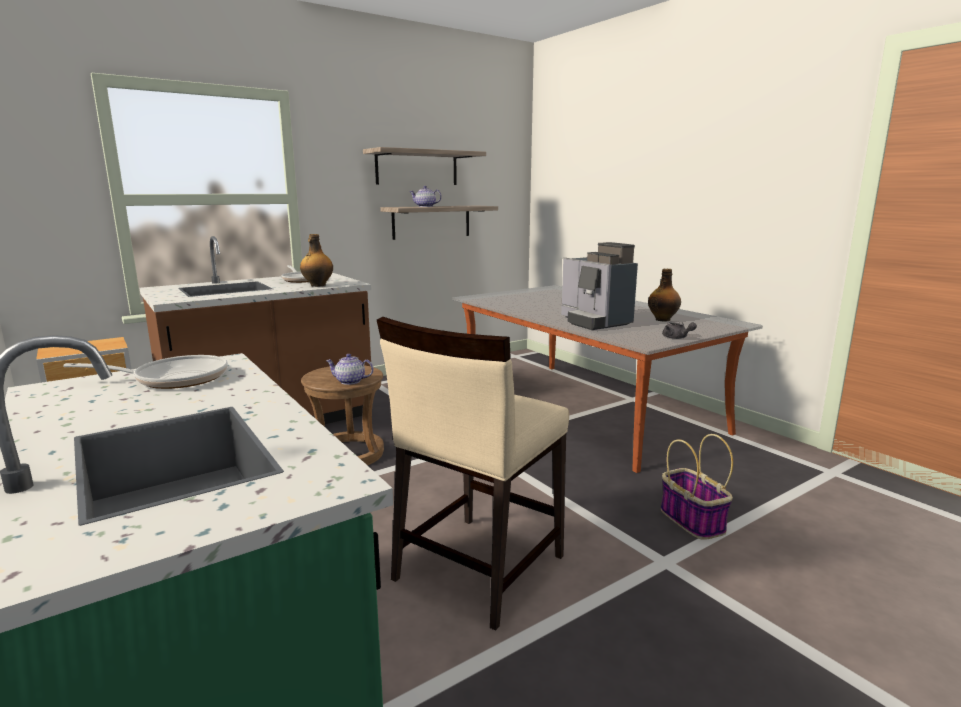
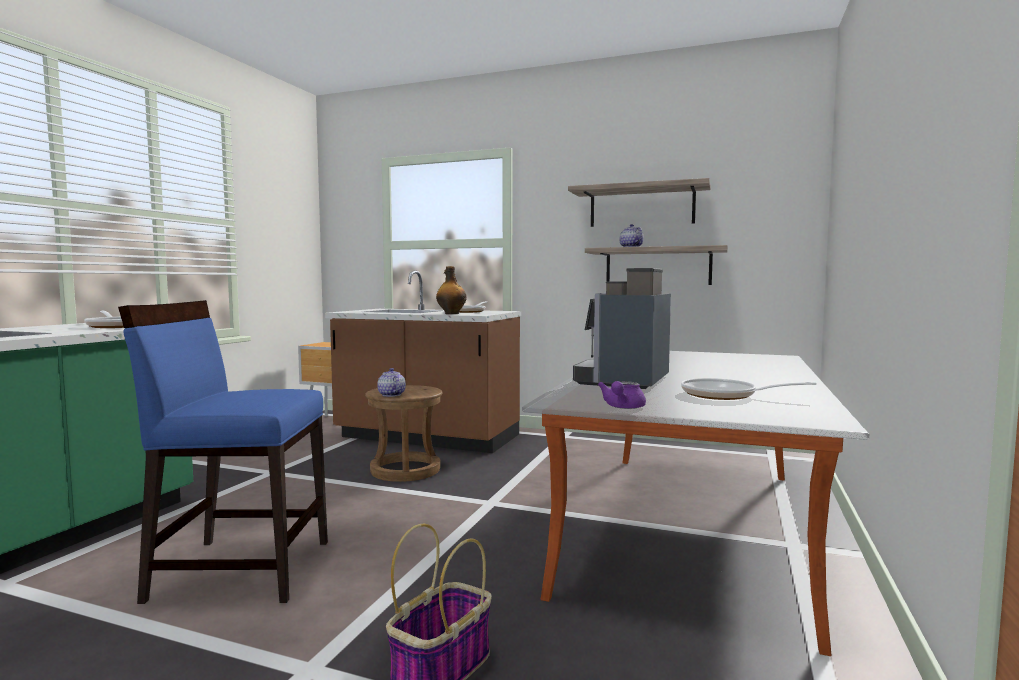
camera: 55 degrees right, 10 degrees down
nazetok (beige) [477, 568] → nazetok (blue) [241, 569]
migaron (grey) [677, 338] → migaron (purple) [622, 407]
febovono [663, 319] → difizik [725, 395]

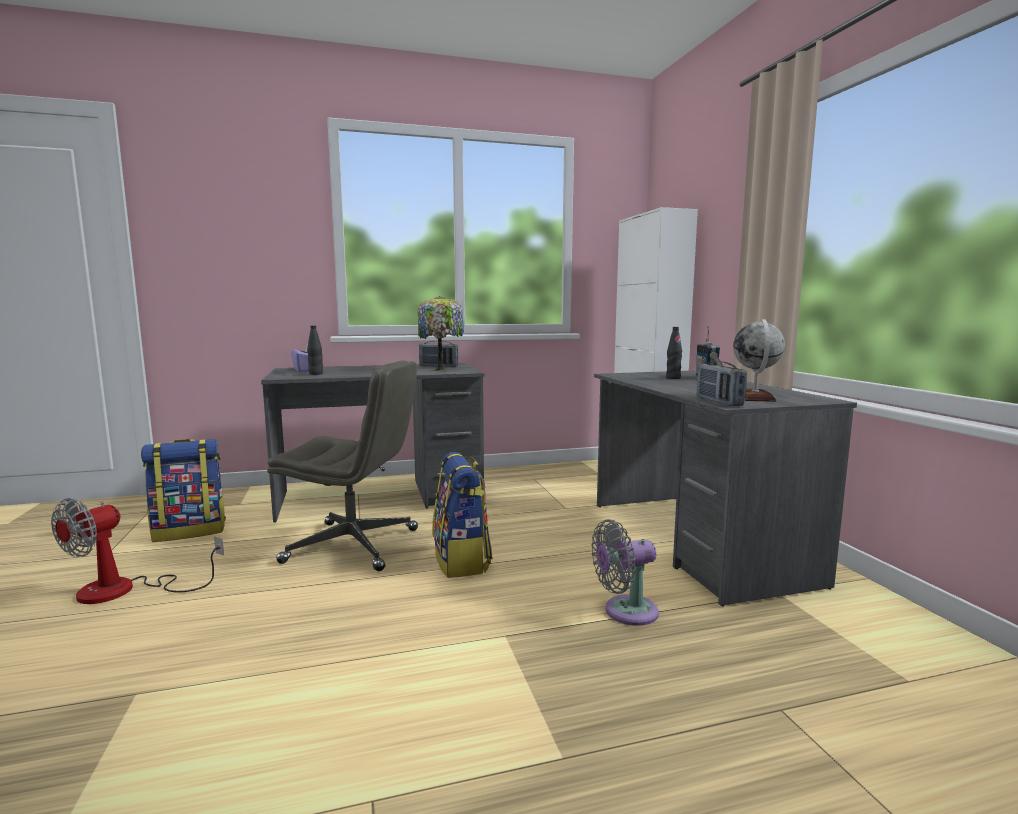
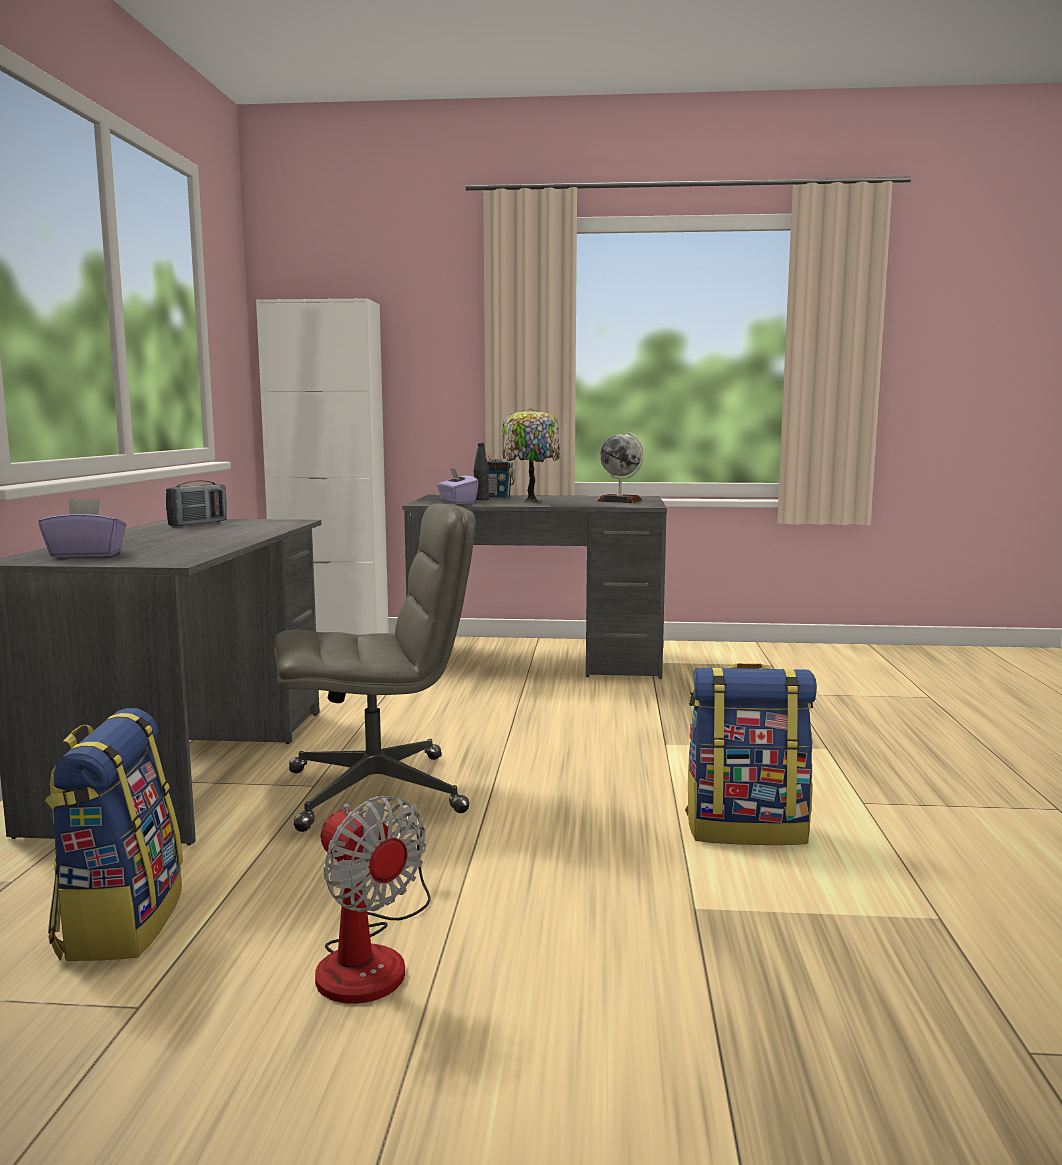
camera: 70 degrees left, 0 degrees up
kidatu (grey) [354, 545] → kidatu (grey) [377, 791], 45 degrees clockwise
- → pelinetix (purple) [457, 502]
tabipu [442, 370] → tabipu [531, 502], shifted
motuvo [462, 561] → motuvo [746, 829], shifted
febovono (black) [316, 374] → -
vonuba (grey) [625, 612] → -
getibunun [719, 402] → -

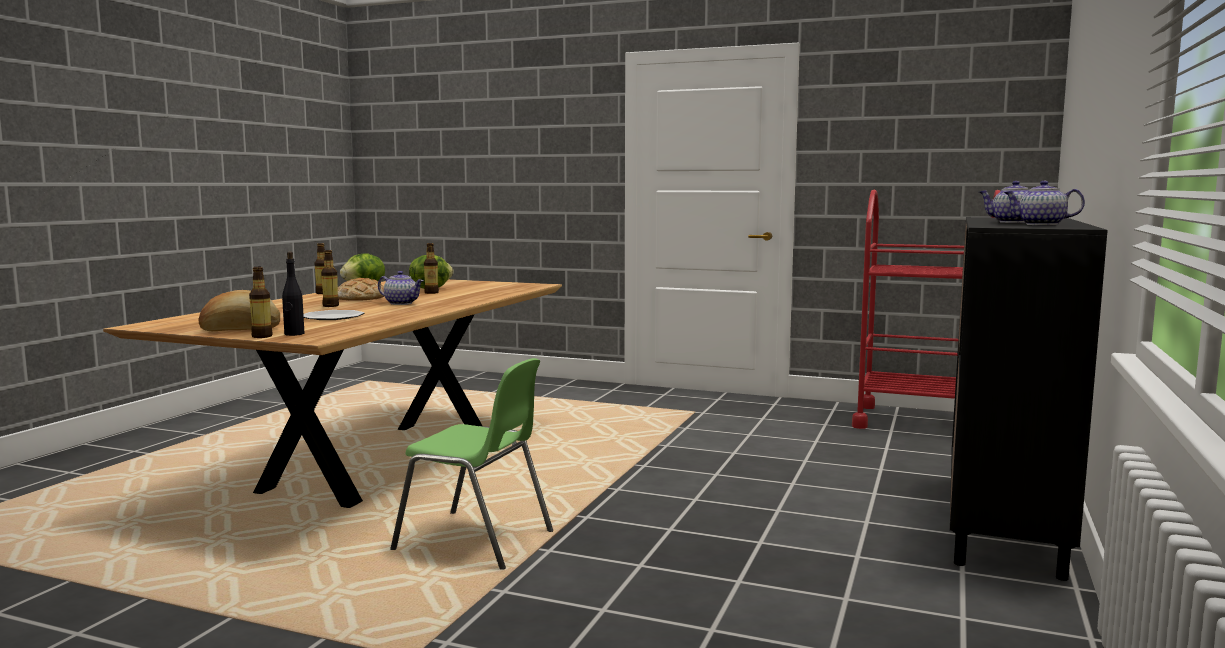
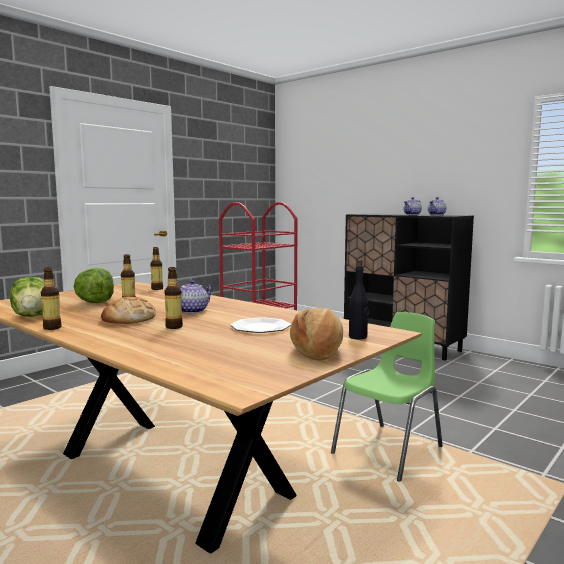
camera: 70 degrees left, 0 degrees up
febovono [262, 336] → febovono [157, 289], shifted

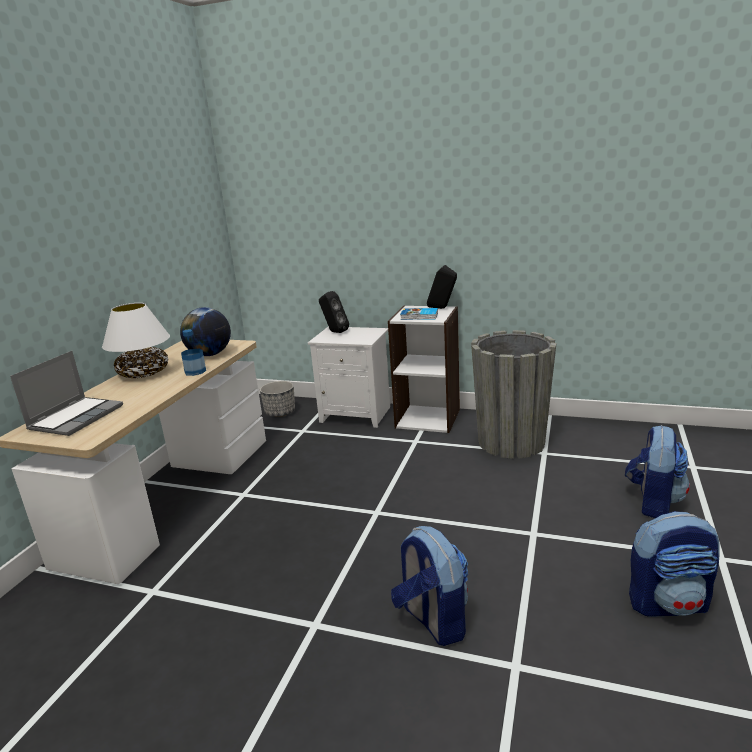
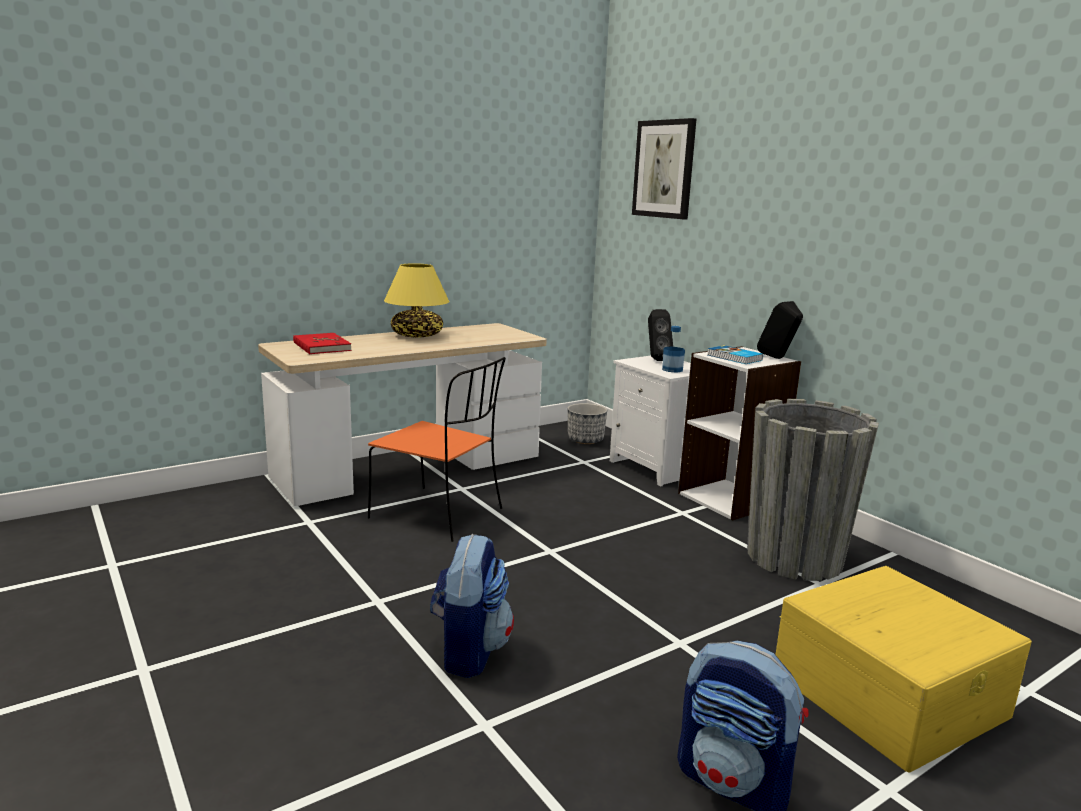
camera: 35 degrees right, 5 degrees down
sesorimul [76, 417] → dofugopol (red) [321, 346]
- → nazetok (orange) [439, 514]
tabipu (white) [144, 373] → tabipu (yellow) [417, 335]
- → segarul [664, 169]
febovono [195, 371] → febovono [672, 369], shifted
motuvo [653, 502] → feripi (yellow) [889, 693]
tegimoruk [209, 355] → -

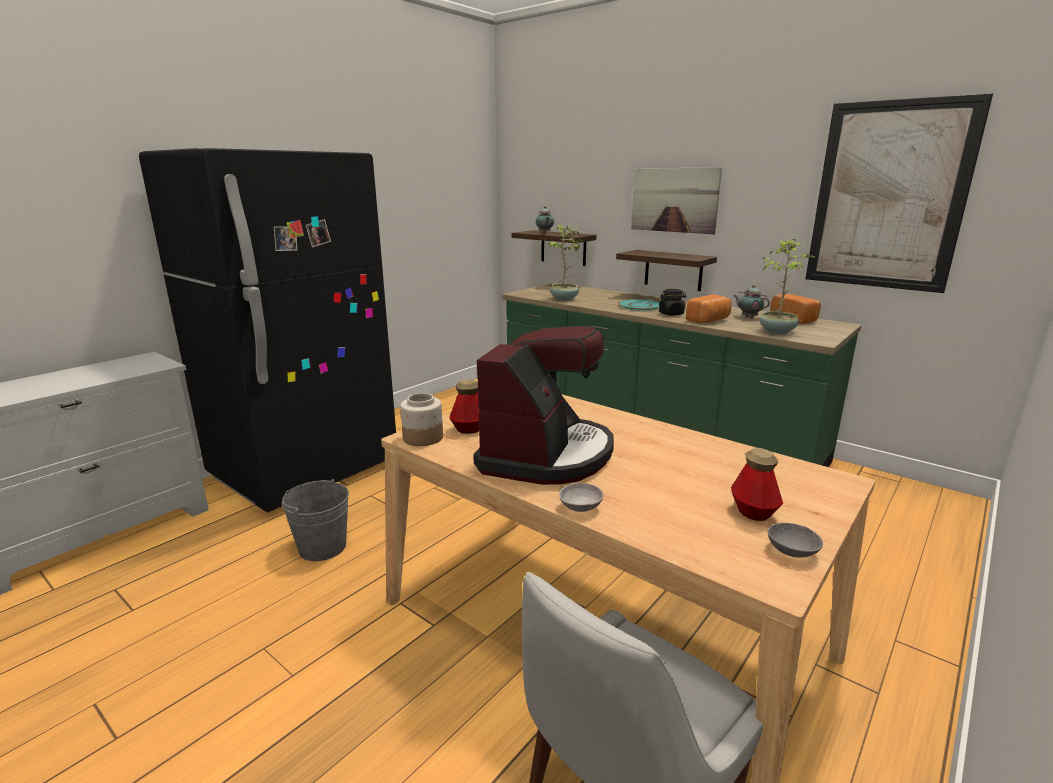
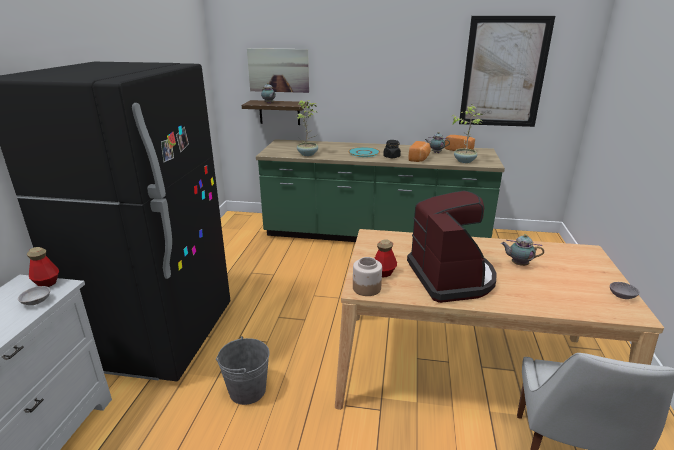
camera: 30 degrees left, 5 degrees up
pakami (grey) [580, 507] → pakami (grey) [37, 302], shifted
febovono [753, 512] → febovono [47, 283], shifted
segarul [674, 200] → segarul [278, 70], shifted
- → migaron [518, 264]
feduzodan [673, 270] → -

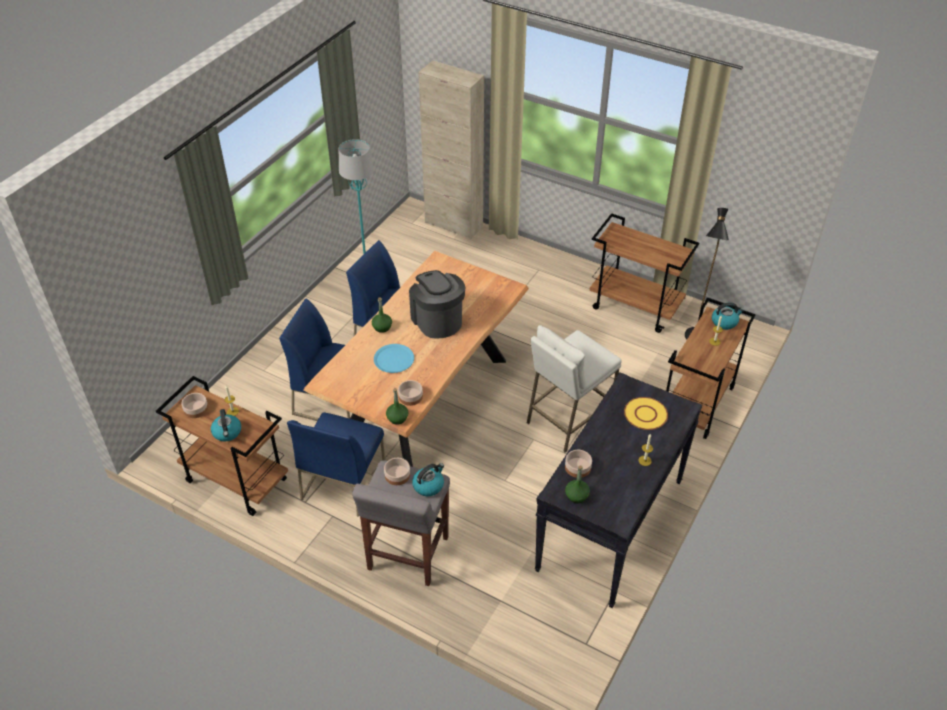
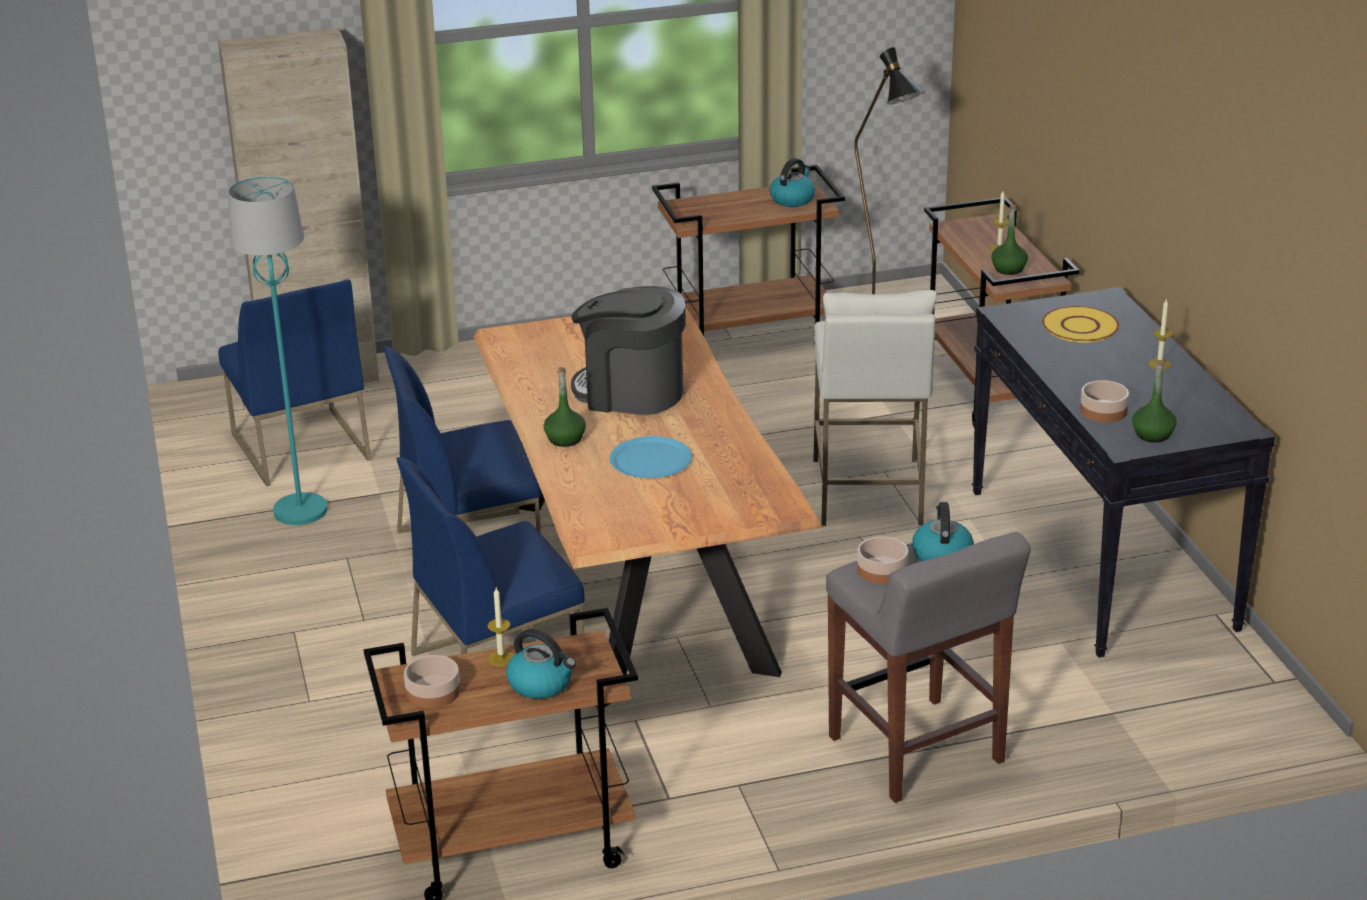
camera: 45 degrees left, 15 degrees down
nazetok (blue) [343, 481] → nazetok (blue) [299, 446], shifted
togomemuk [724, 322] → togomemuk [792, 199], shifted
febovono (green) [397, 418] → febovono (green) [1009, 269], shifted
pakami [410, 396] → -

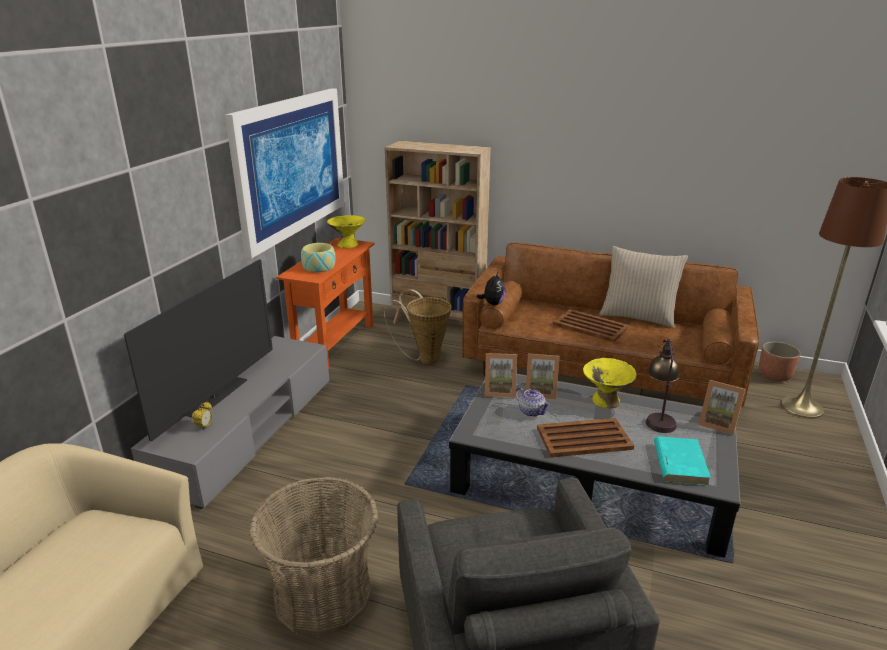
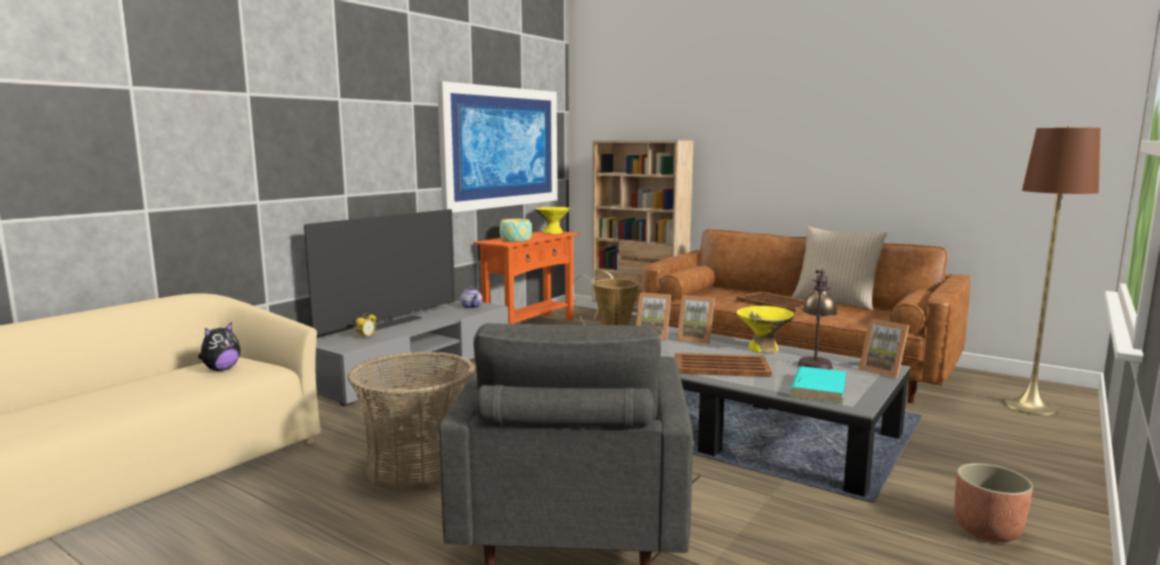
camera: 15 degrees right, 15 degrees down
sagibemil [492, 303] → sagibemil [221, 369], shifted
migaron [531, 411] → migaron [471, 307], shifted
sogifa [774, 375] → sogifa [987, 530], shifted

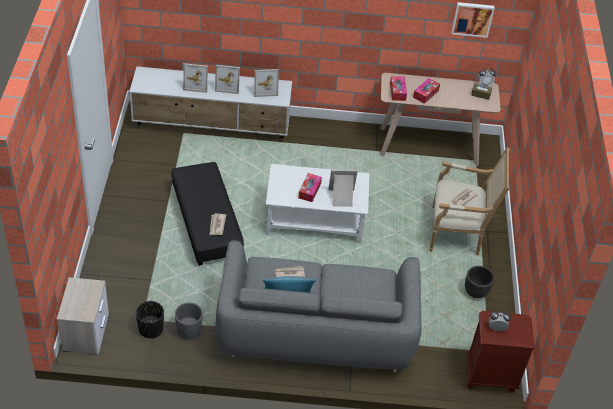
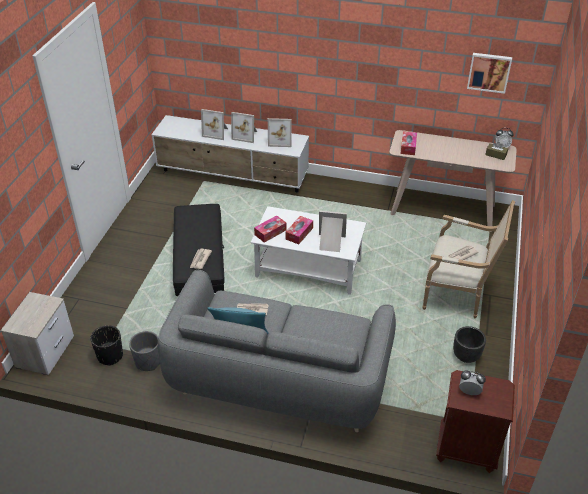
camera: 15 degrees right, 5 degrees down
pelinetix [425, 94] → pelinetix [270, 232], shifted

